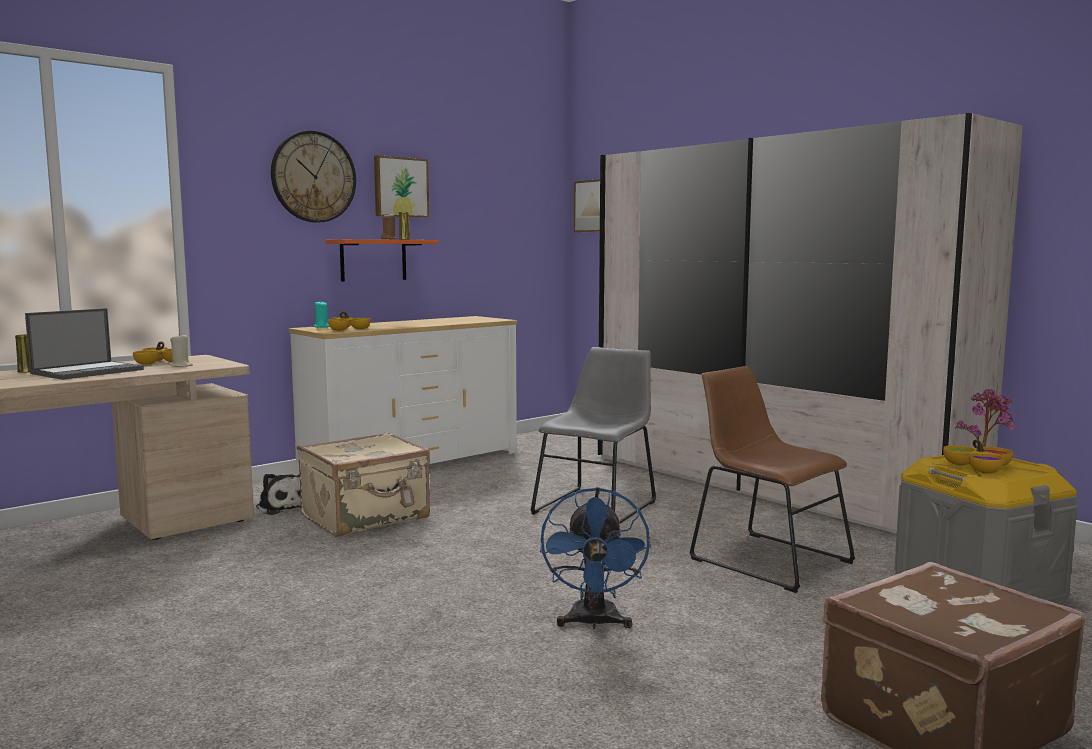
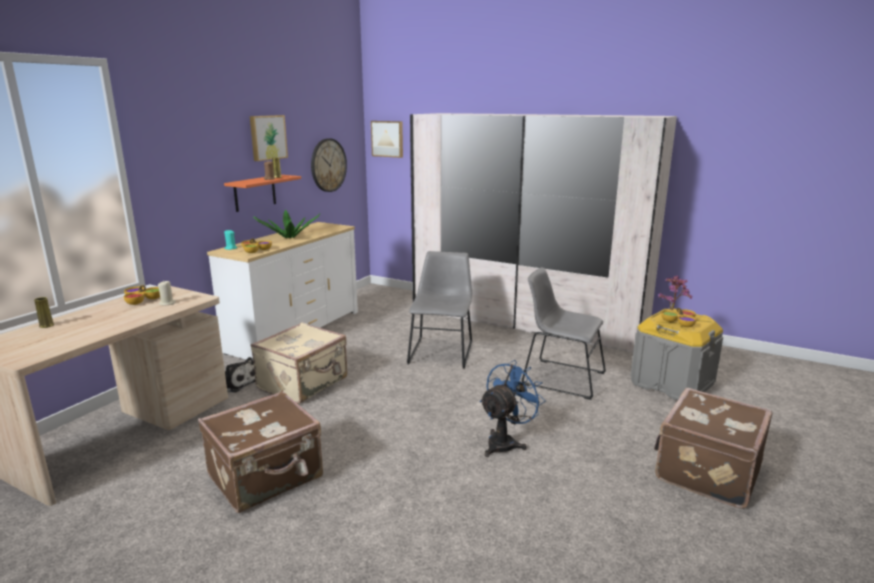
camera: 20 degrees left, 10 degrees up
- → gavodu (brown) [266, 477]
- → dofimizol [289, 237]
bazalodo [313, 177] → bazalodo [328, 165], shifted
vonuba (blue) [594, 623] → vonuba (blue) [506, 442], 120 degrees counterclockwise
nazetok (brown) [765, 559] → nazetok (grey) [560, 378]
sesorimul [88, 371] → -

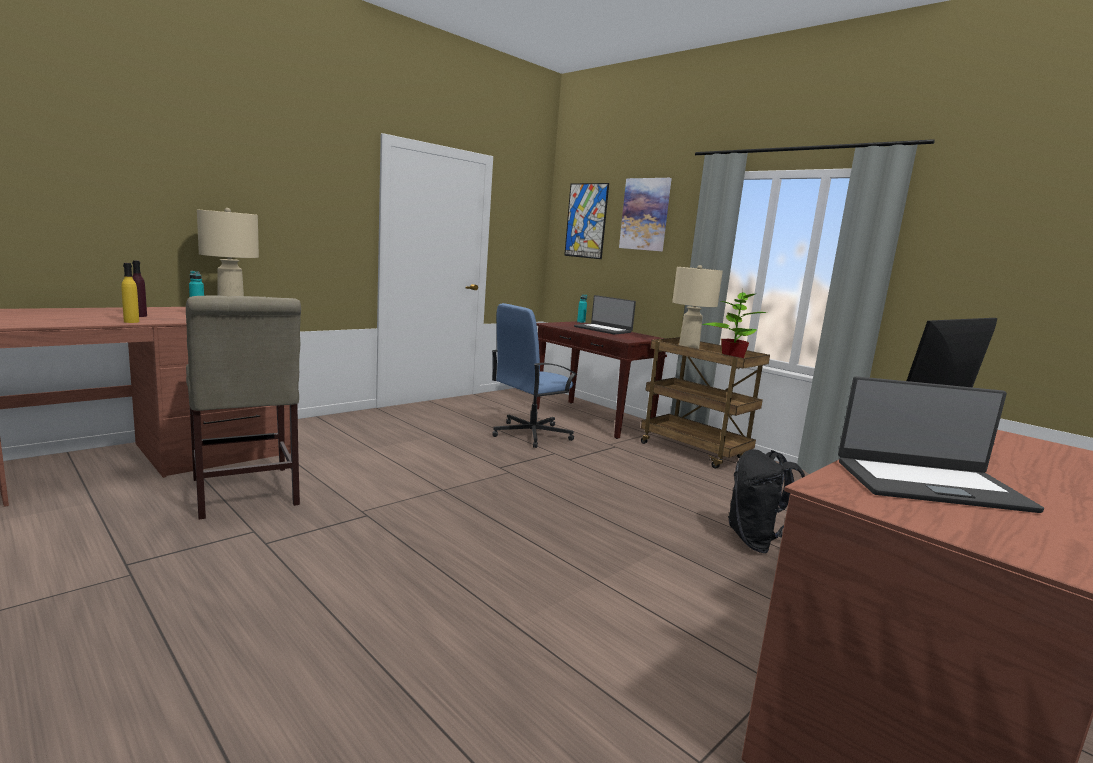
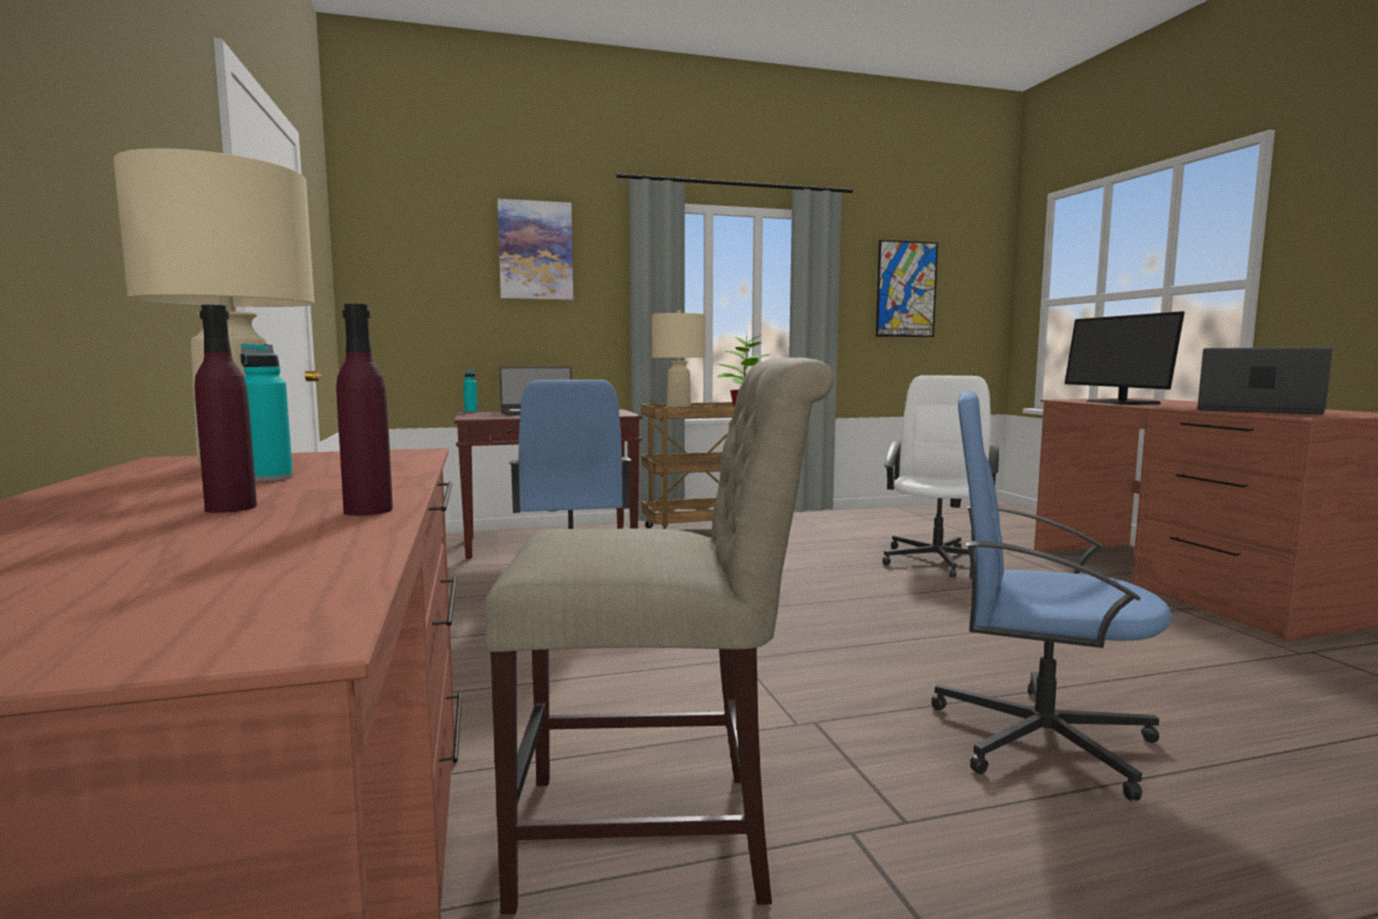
camera: 60 degrees left, 5 degrees down
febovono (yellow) [131, 321] → febovono (purple) [368, 510]
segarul [586, 220] → segarul [906, 289], shifted
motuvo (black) [759, 543] → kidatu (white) [938, 560]
- → kidatu (blue) [1037, 737]
sesorimul [929, 484] → sesorimul [1256, 410], 90 degrees counterclockwise

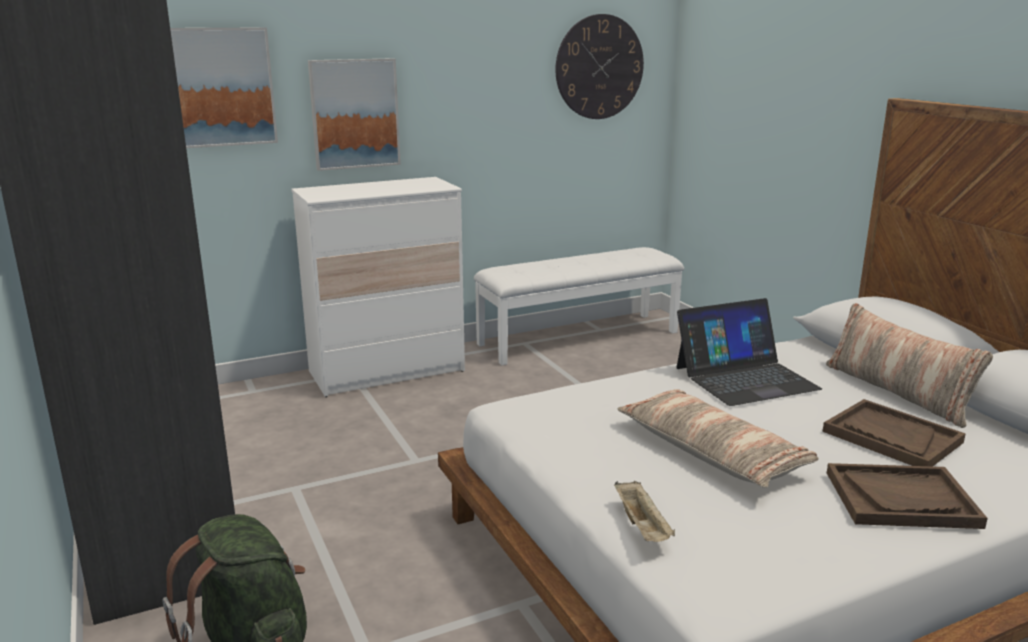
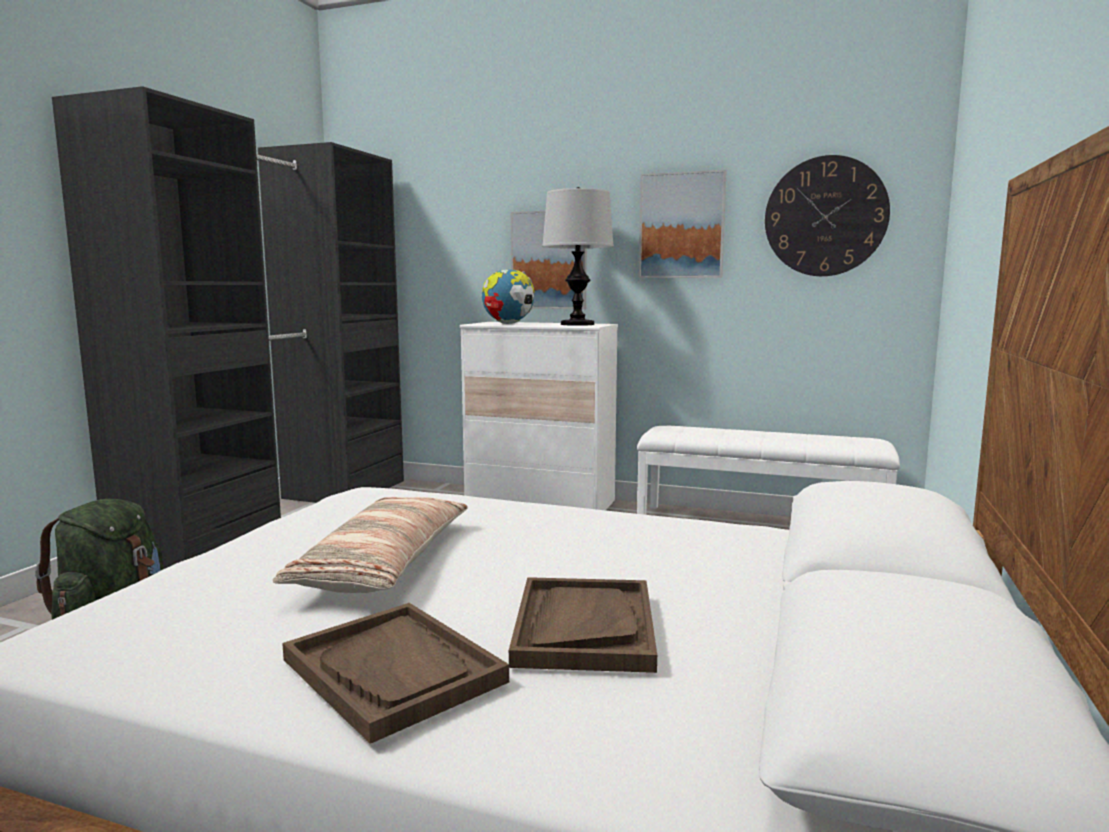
camera: 45 degrees right, 10 degrees down
- → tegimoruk [508, 323]
- → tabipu [577, 324]
segarul [224, 87] → segarul [682, 226], shifted
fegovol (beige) [642, 526] → -
sesorimul [745, 378] → -
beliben [897, 392] → -

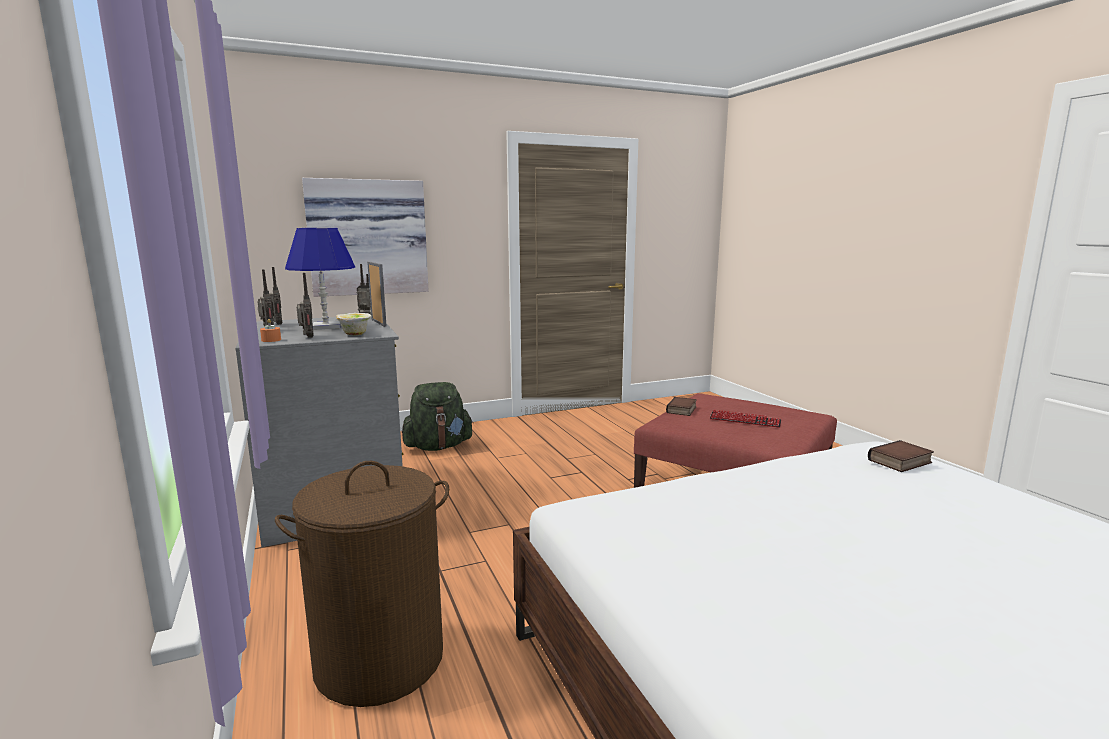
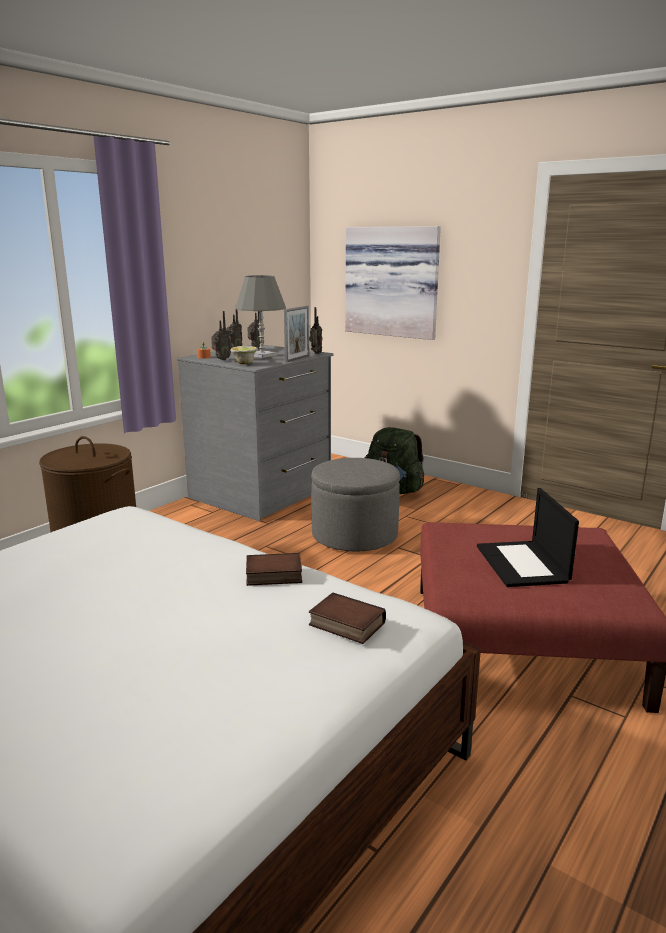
camera: 60 degrees right, 5 degrees up
tabipu (blue) [326, 327] → tabipu (grey) [262, 355]
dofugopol [682, 410] → dofugopol [273, 576], shifted
- → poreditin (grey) [354, 535]
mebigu [745, 420] → sesorimul [523, 564]

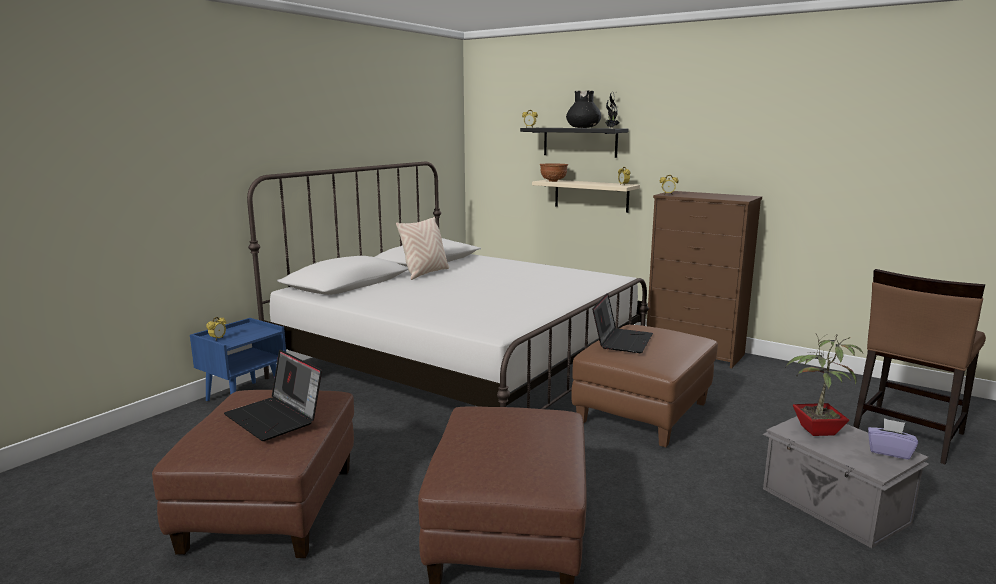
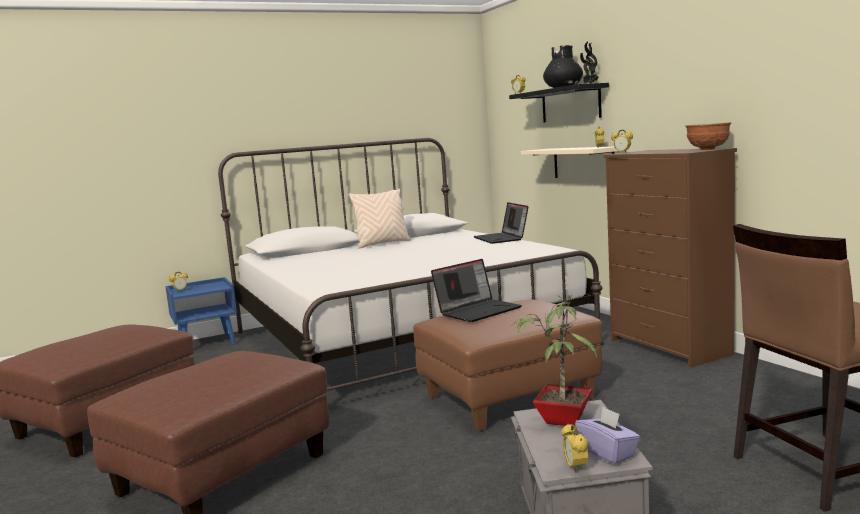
camera: 30 degrees right, 5 degrees down
sesorimul [276, 418] → sesorimul [502, 238], shifted
- → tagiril [575, 467]
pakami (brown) [553, 181] → pakami (brown) [708, 149], shifted

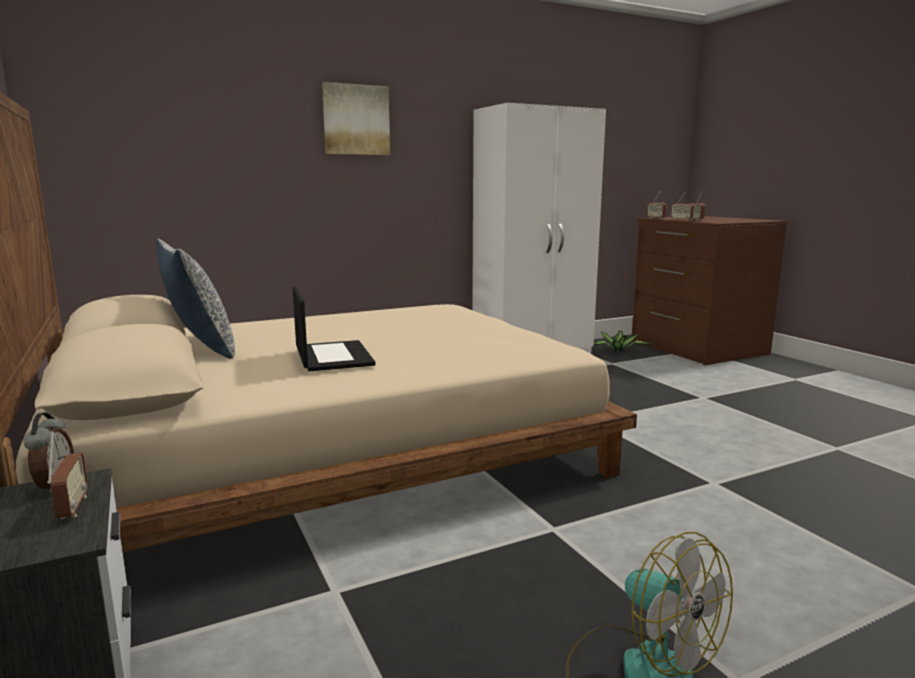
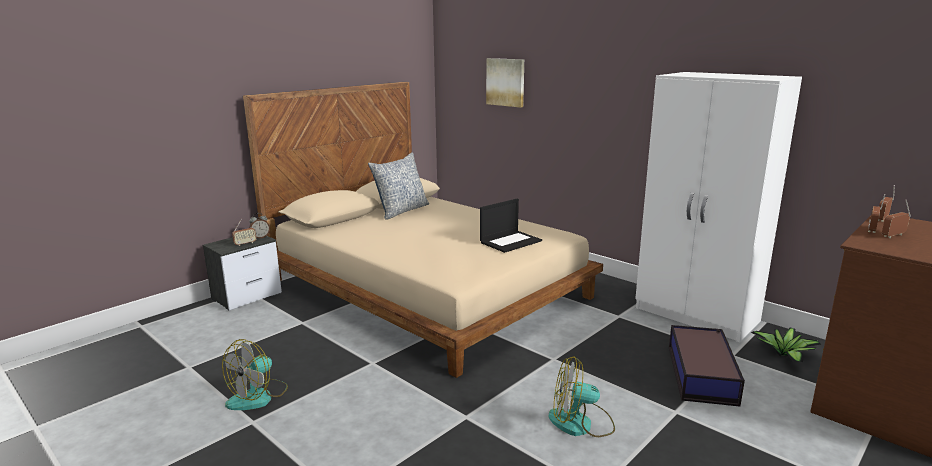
camera: 70 degrees right, 5 degrees up
sesorimul [332, 356] → sesorimul [510, 241], shifted
segarul [356, 120] → segarul [506, 82], shifted
- → vonuba [580, 423]
- → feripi [701, 373]

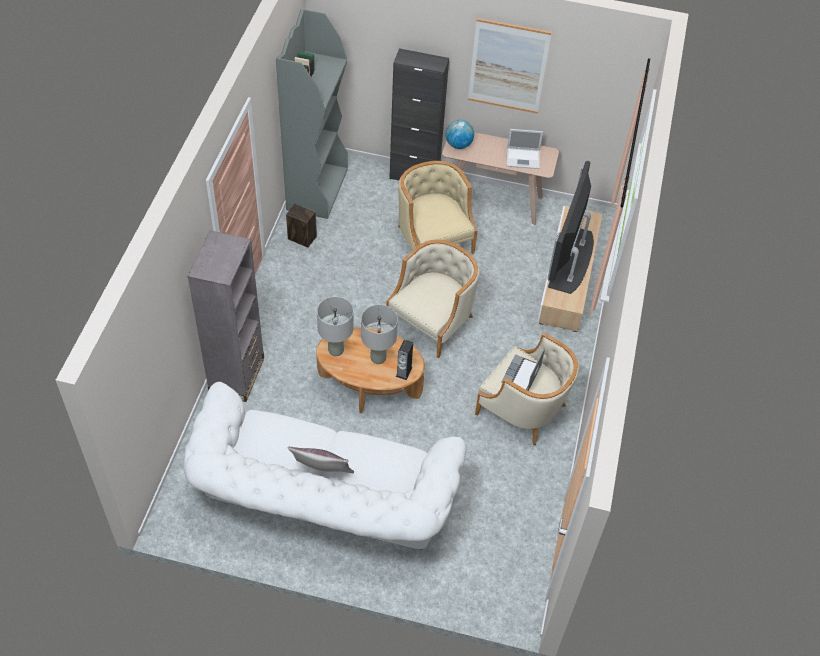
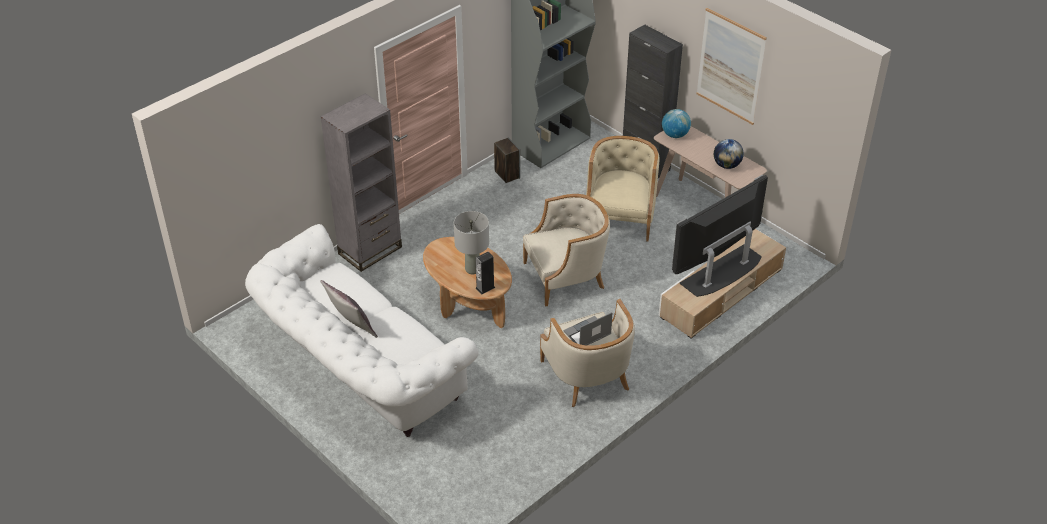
camera: 35 degrees right, 10 degrees down
sesorimul [523, 158] → tegimoruk [726, 165]
tabipu (grey) [336, 350] → -

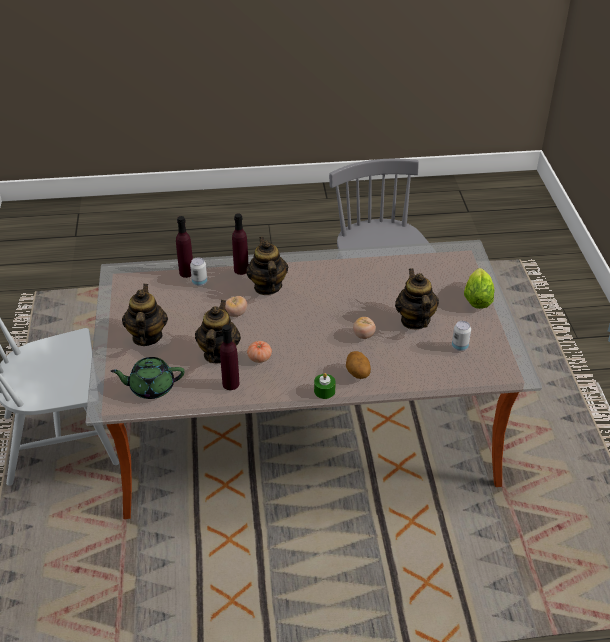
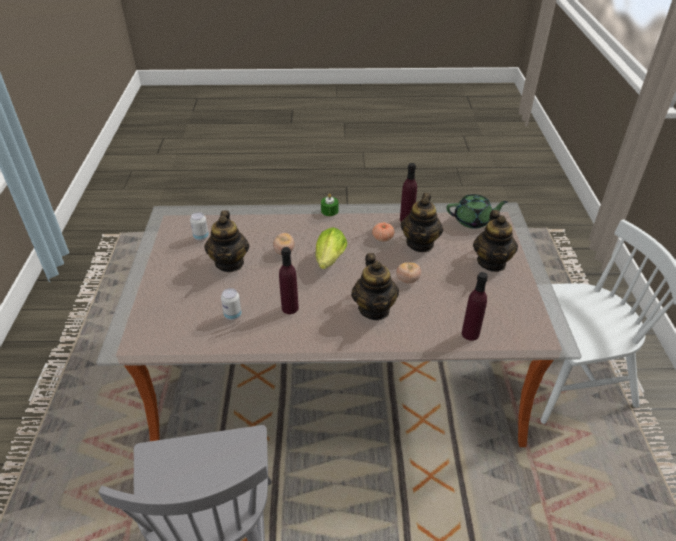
camera: 175 degrees left, 0 degrees up
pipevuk [199, 282] → pipevuk [233, 315], shifted
febovono (purple) [241, 270] → febovono (purple) [290, 308], shifted
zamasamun [477, 297] → zamasamun [329, 262], shifted
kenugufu [357, 374] → -

